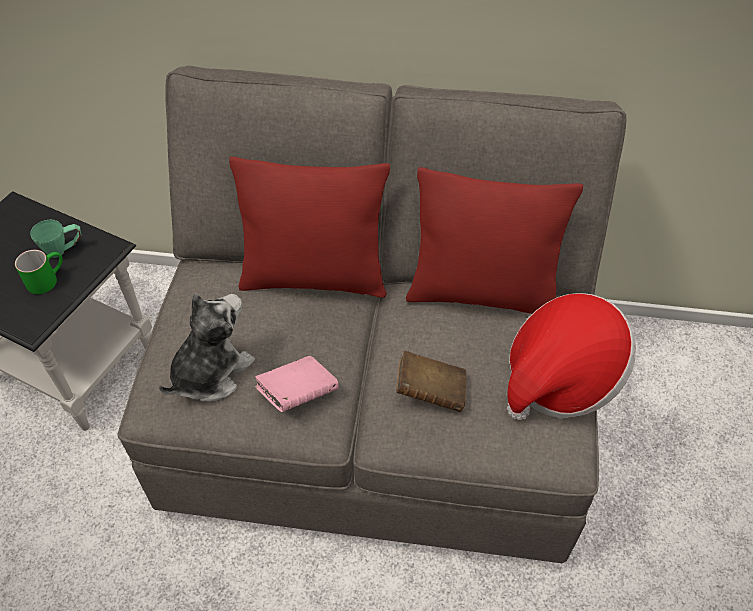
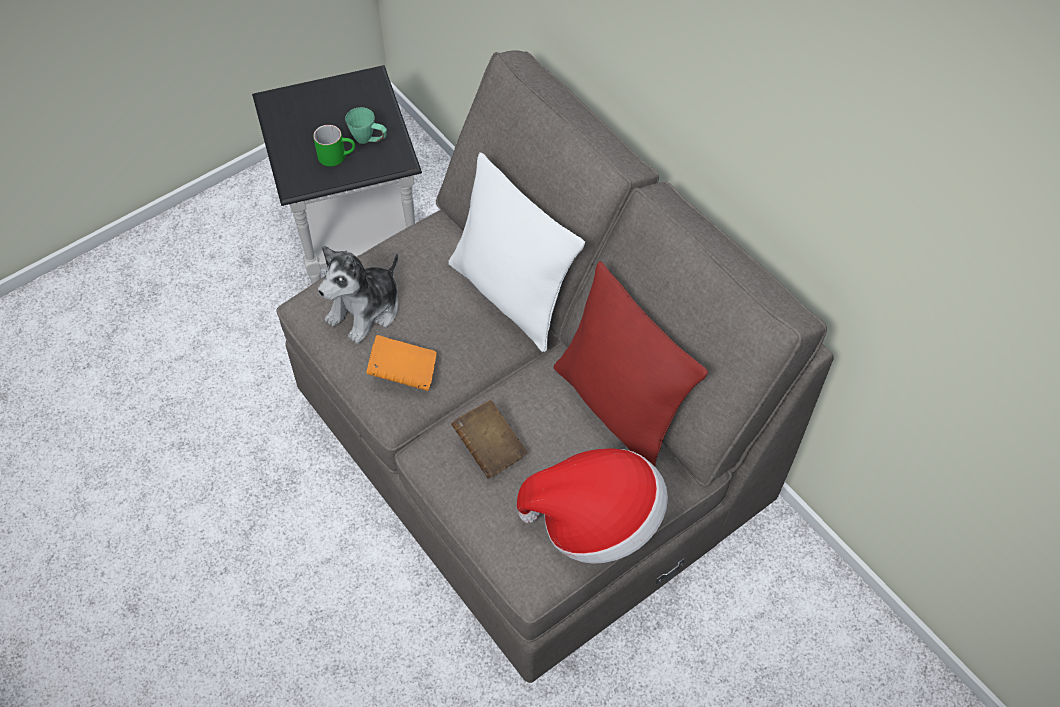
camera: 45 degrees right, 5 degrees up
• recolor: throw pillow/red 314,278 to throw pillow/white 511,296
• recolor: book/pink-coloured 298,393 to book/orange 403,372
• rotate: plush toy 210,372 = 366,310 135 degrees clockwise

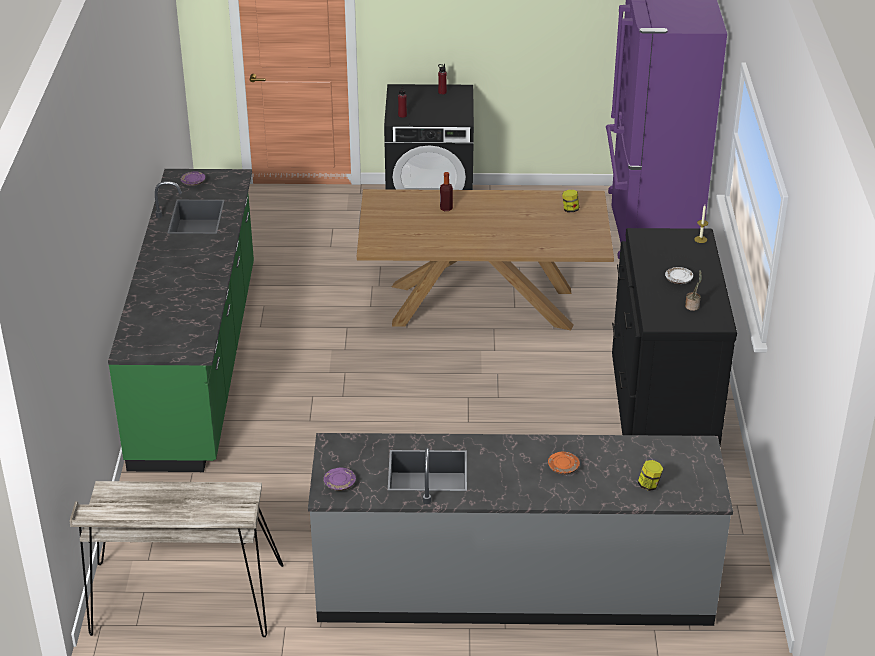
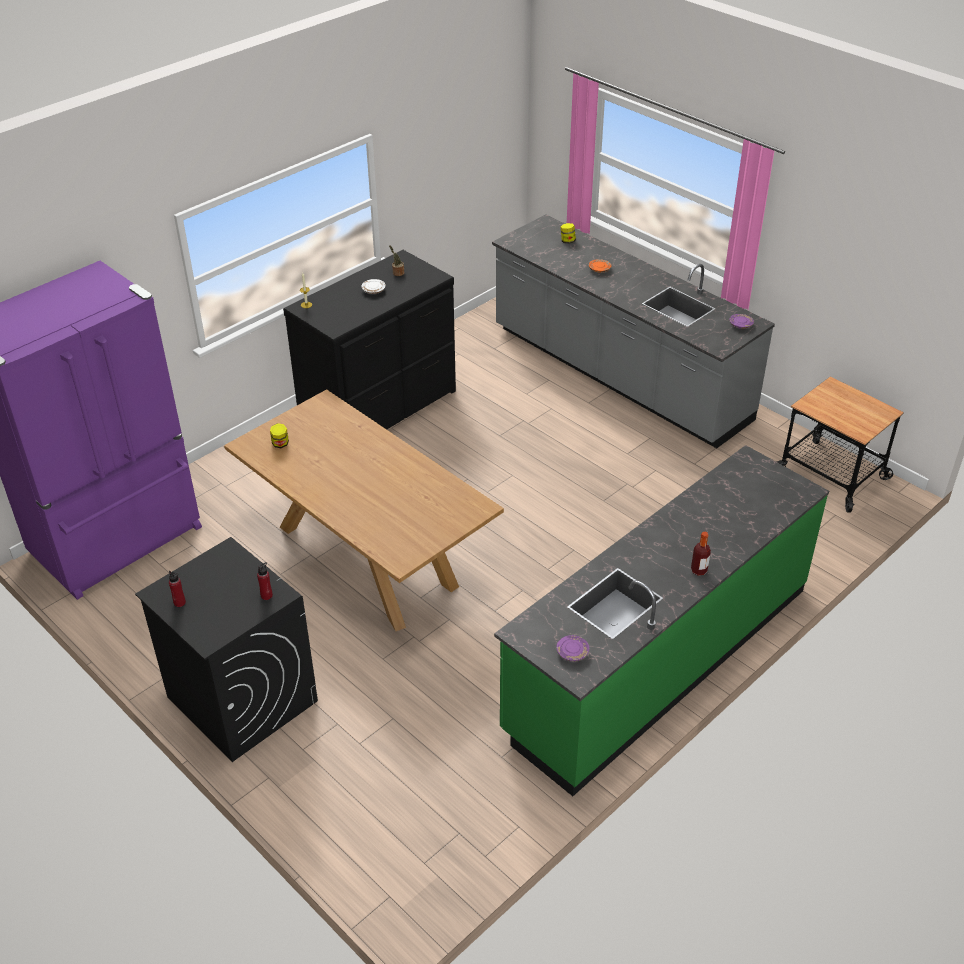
camera: 135 degrees left, 5 degrees up
• move: drink bottle 446,208 to 699,570
• replace: desk/beige 183,602 to wheeled cart 831,475

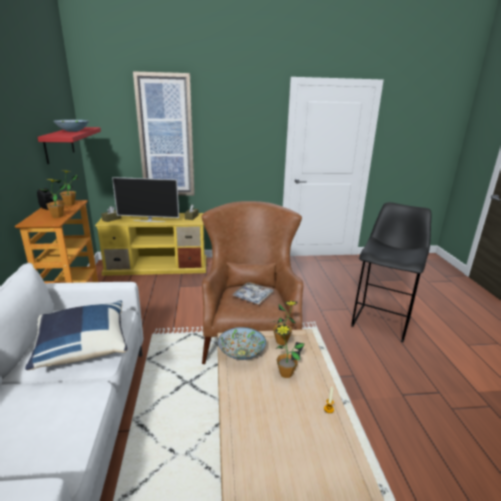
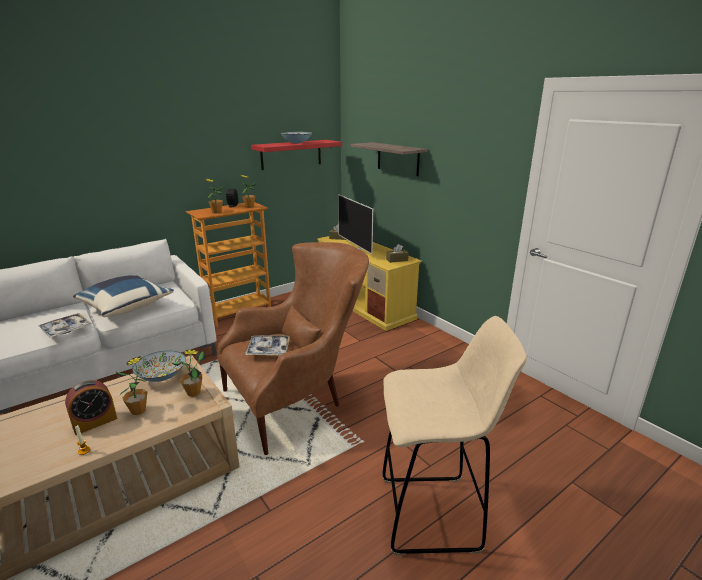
camera: 60 degrees right, 0 degrees up
• insert: serving tray 66,329
• insert: bedside clock 95,422
• replace: wall art 166,137 to shelf 398,159
• recolor: stool seat/blackish 381,321 to stool seat/beige 433,513

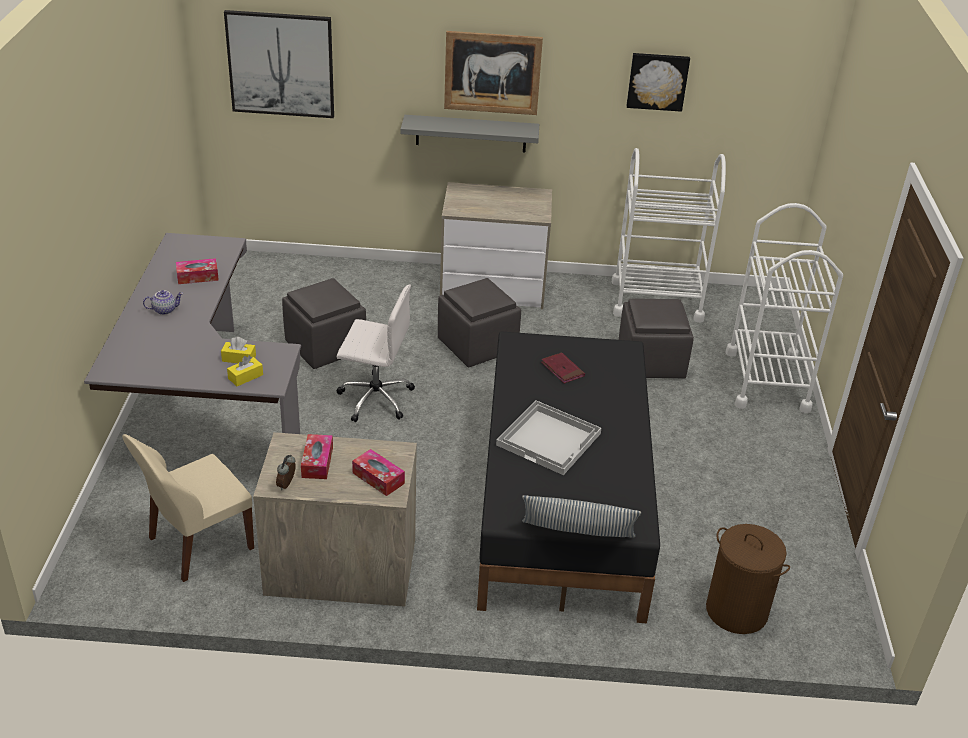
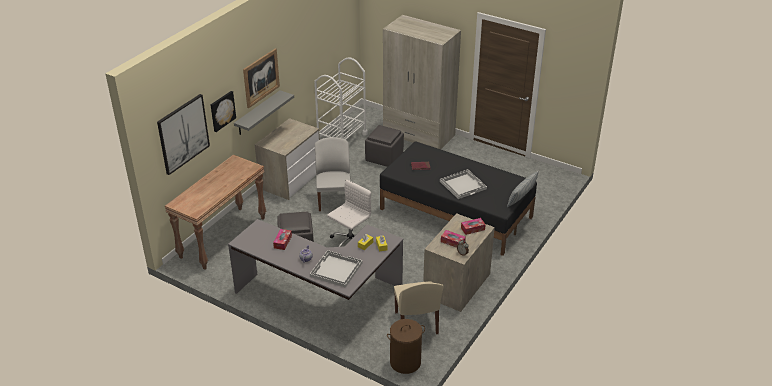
camera: 60 degrees left, 0 degrees up
• insert: console table/brown 223,237
• insert: serving tray/white 335,270
• move: wall art 657,81 to 222,110
• move: laundry basket/brown 737,611 to 405,362
• replace: pouffe/gray 478,346 to chair/white 334,200
• replace: wheeled cart/white 767,381 to armoire/beige 419,134

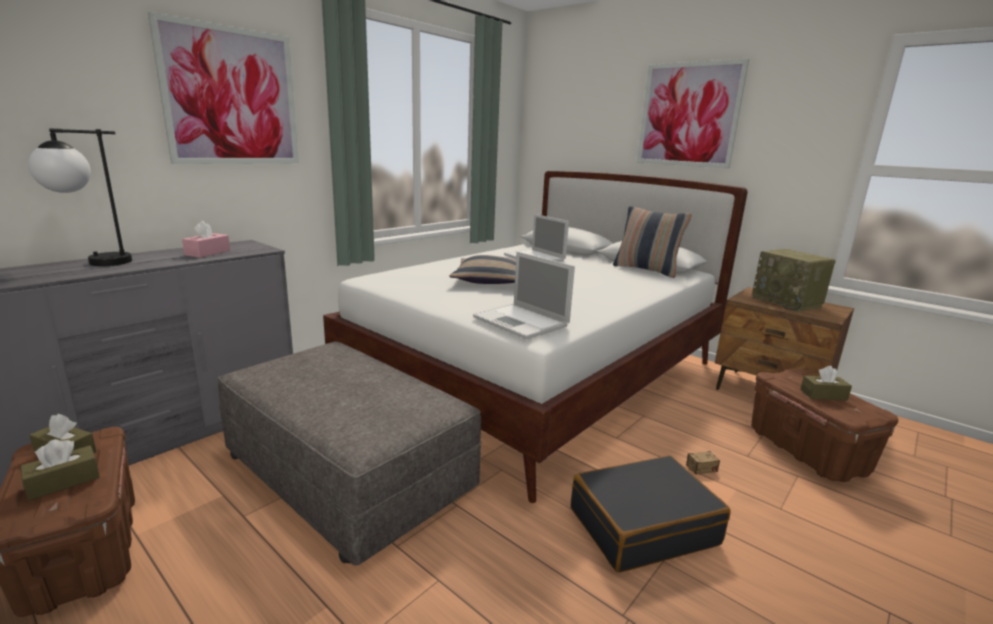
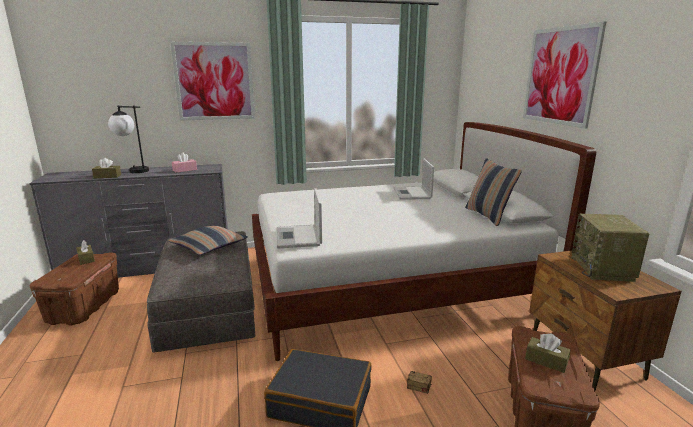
camera: 35 degrees right, 0 degrees up
• move: box of tissues/brown 63,482 to 107,176
• move: throw pillow 490,280 to 209,247

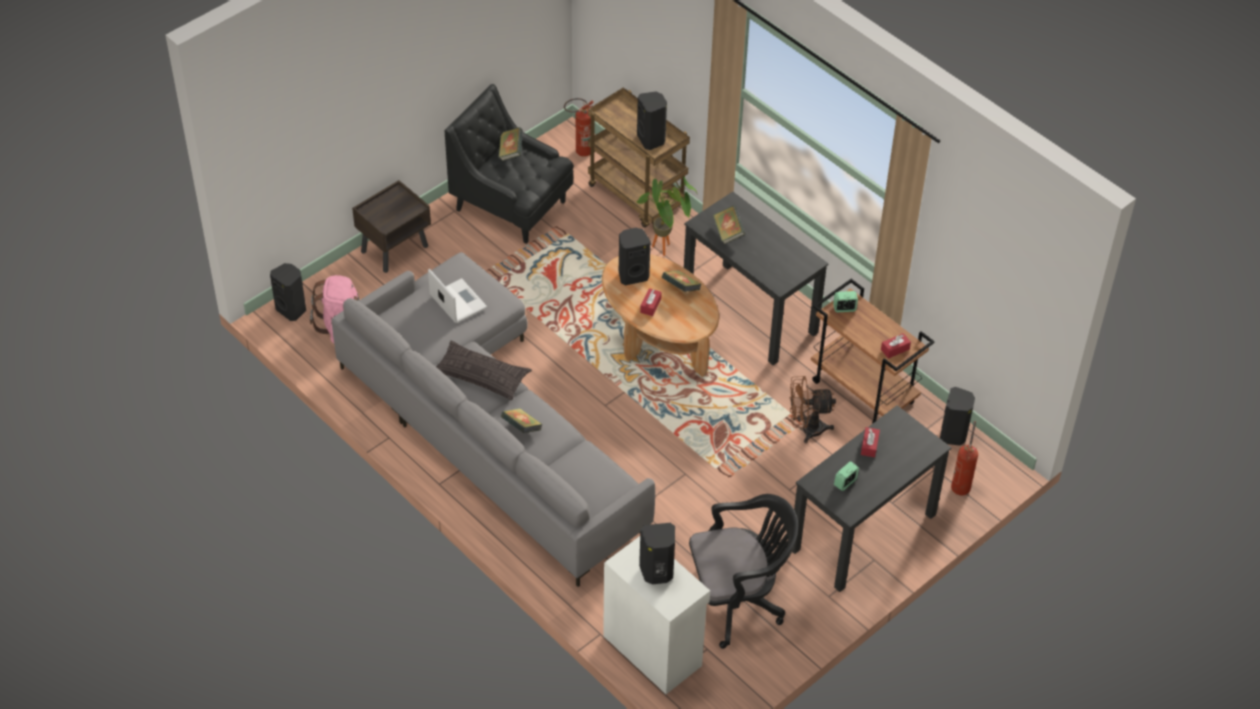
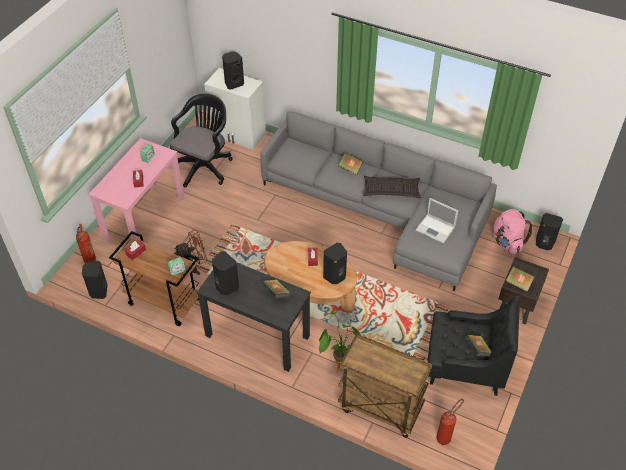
camera: 160 degrees right, 0 degrees up
• move: speaker/blackish 652,139 to 226,287
• move: book 681,288 to 518,283
• recolor: desk/blackish 862,532 to desk/pink-coloured 144,218
• rotate: computer chair/blackish 736,601 = 204,166 150 degrees clockwise

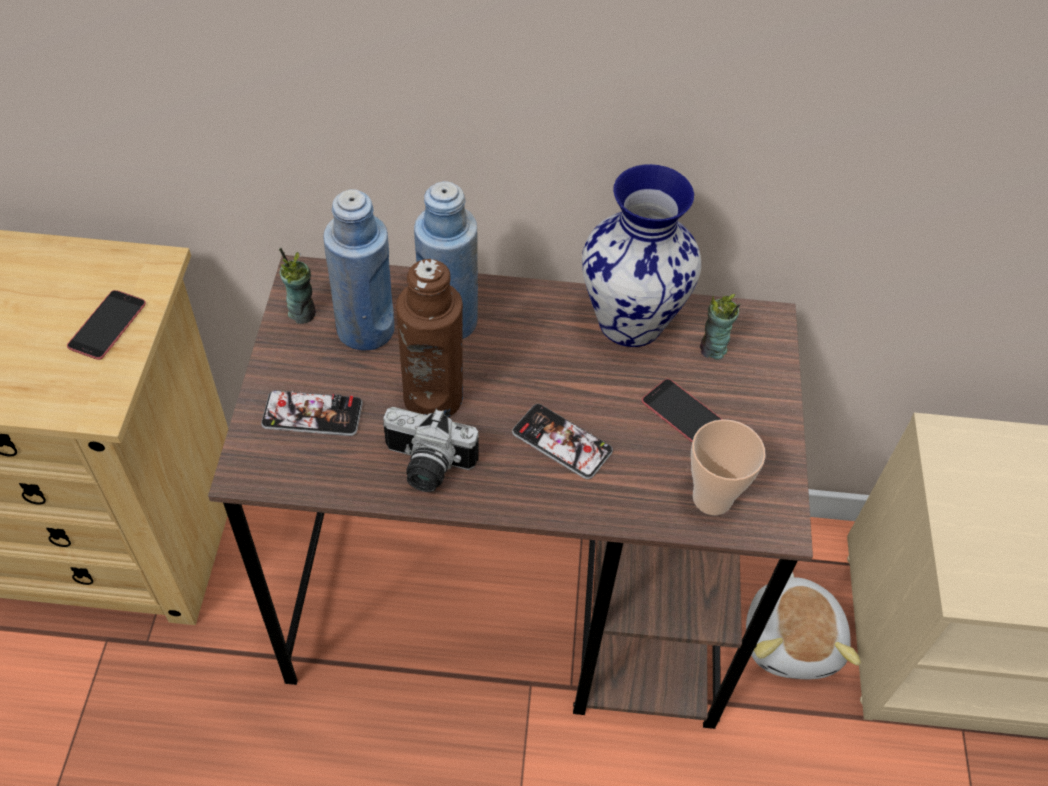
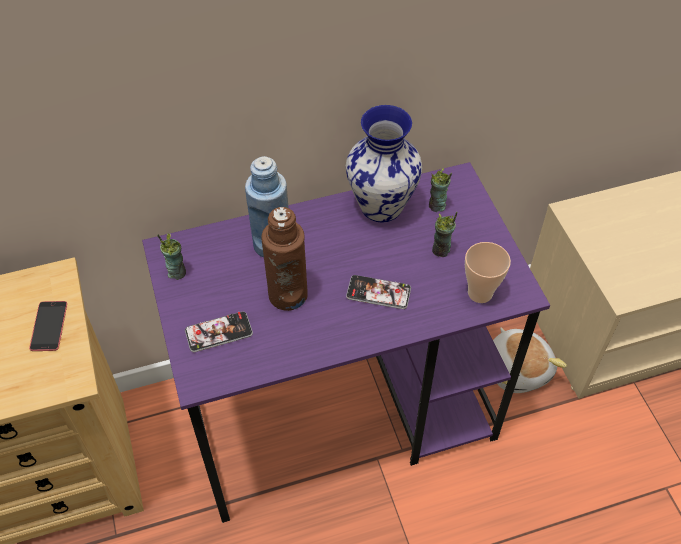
camera: 20 degrees left, 0 degrees up
• delete: drink bottle/blue 366,329
• delete: still camera 426,467
• replace: phone 685,415 to drinking cup 441,250
• recolor: desk/brown 514,600 to desk/purple 343,411

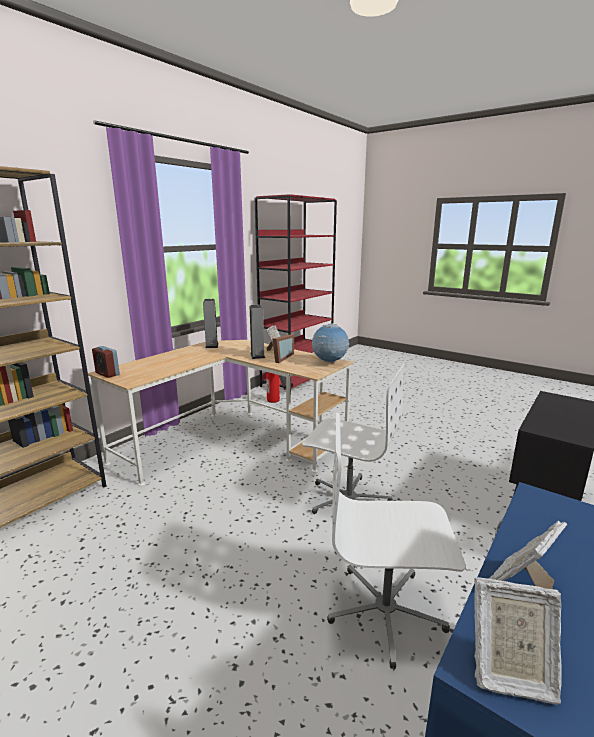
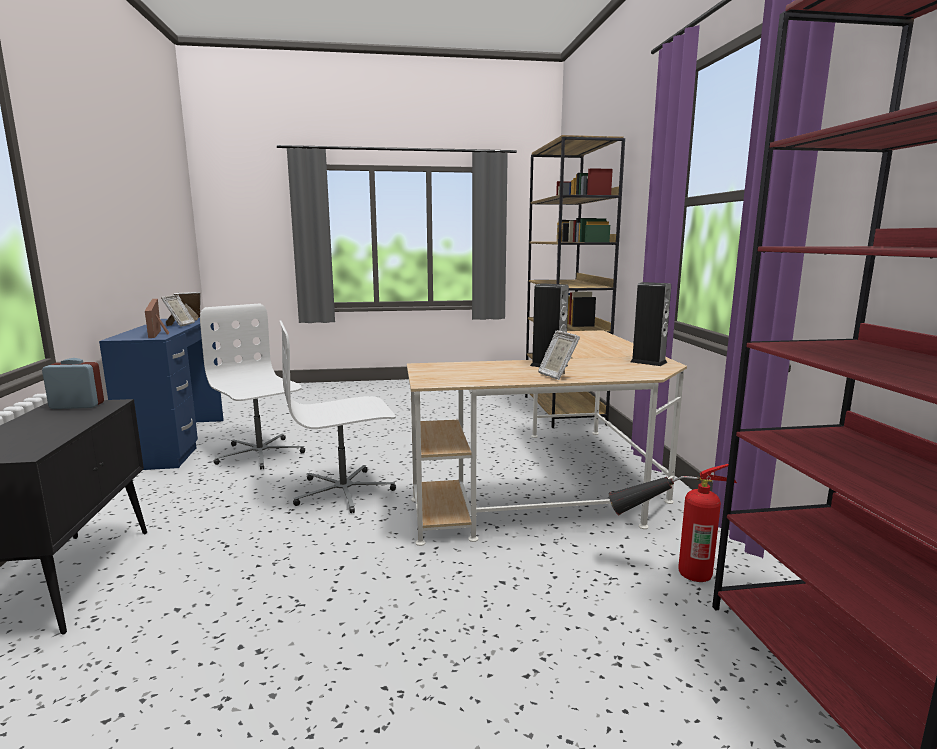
camera: 135 degrees right, 5 degrees down
• delete: world globe 329,362
• move: bedside clock 107,374 to 77,406
• move: standing frame 280,358 to 160,333
• rotate: computer chair/white 386,611 = 259,454 90 degrees counterclockwise

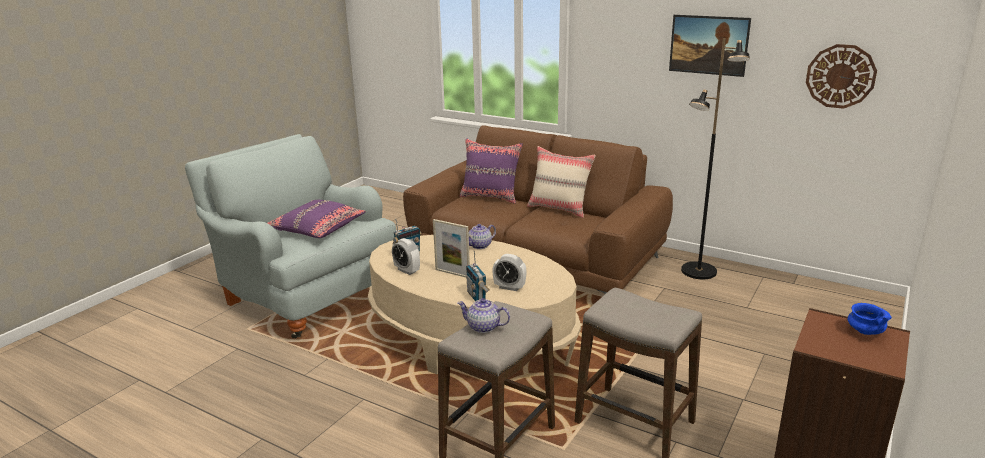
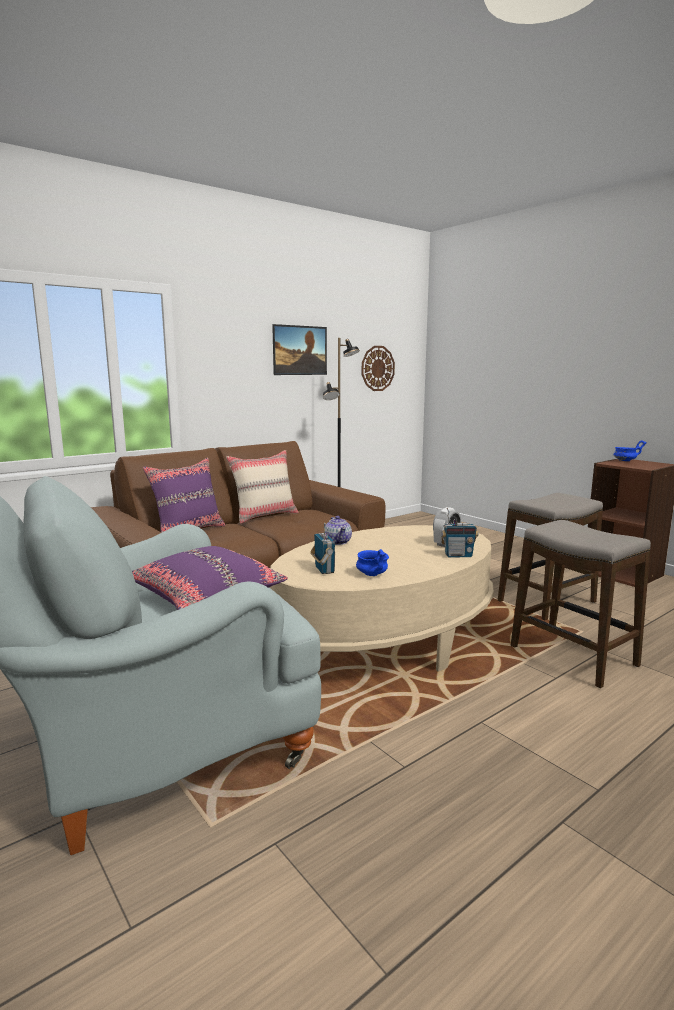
camera: 70 degrees left, 10 degrees down
• delete: standing frame 452,273
• delete: tea pot 484,327
• replace: bedside clock 407,270 to bowl/blue 373,574

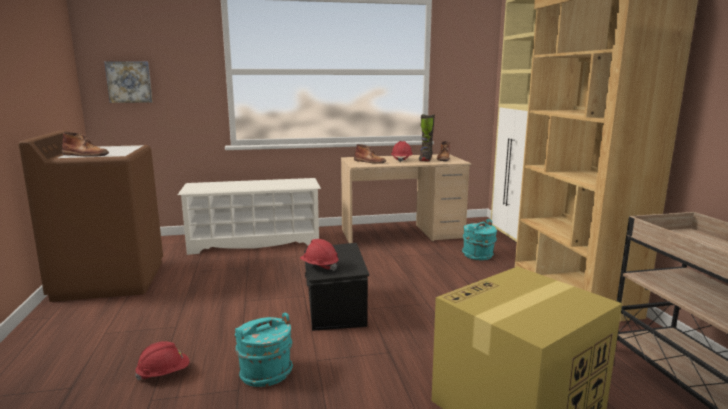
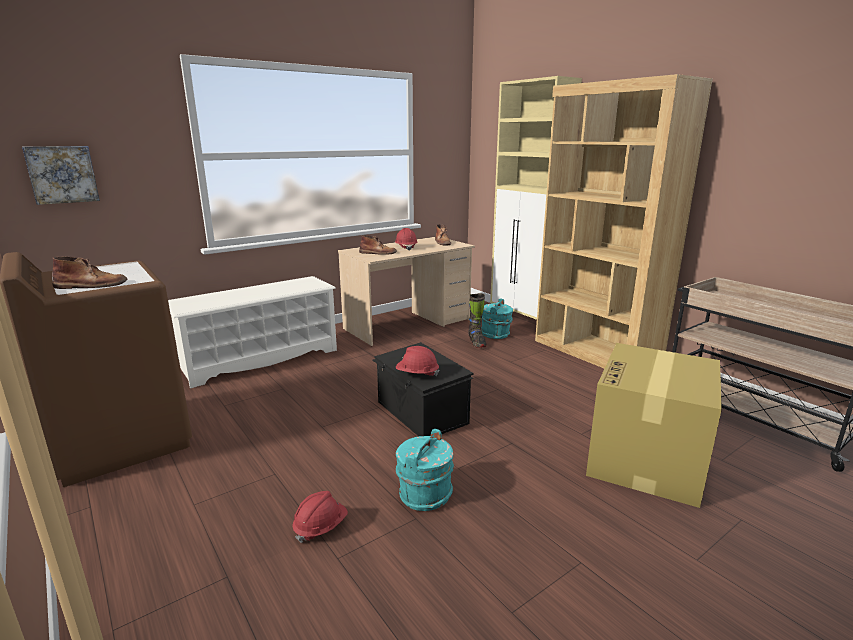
camera: 25 degrees left, 5 degrees up
• move: tall boot/blackish 425,160 to 476,343

